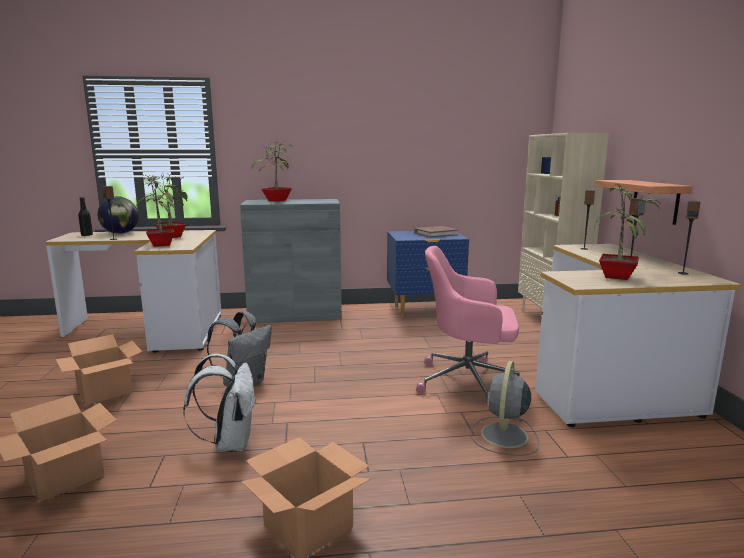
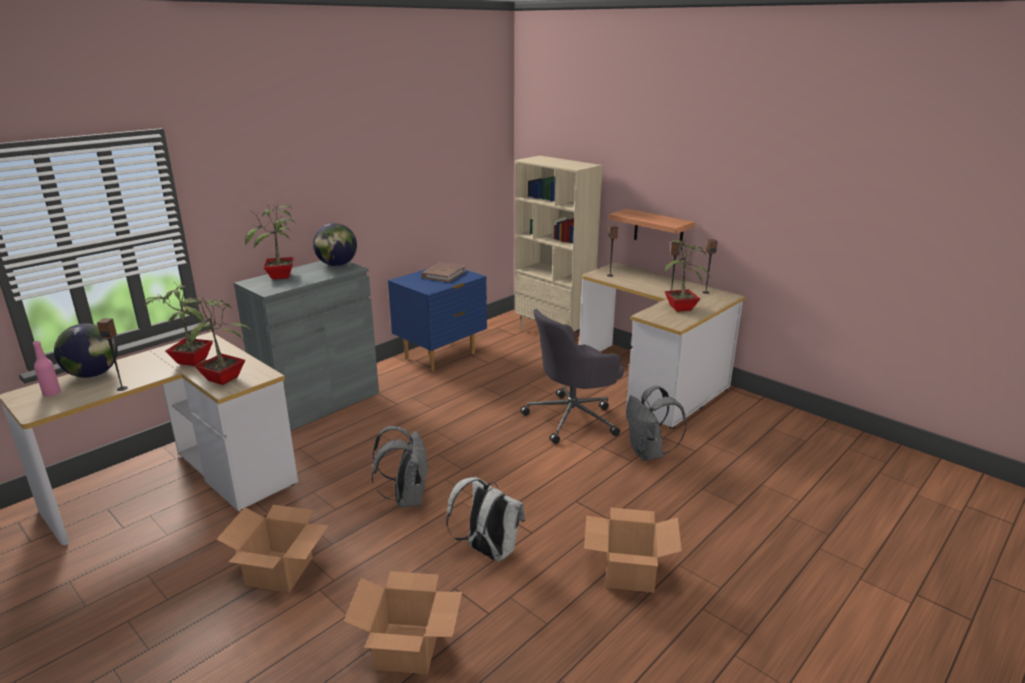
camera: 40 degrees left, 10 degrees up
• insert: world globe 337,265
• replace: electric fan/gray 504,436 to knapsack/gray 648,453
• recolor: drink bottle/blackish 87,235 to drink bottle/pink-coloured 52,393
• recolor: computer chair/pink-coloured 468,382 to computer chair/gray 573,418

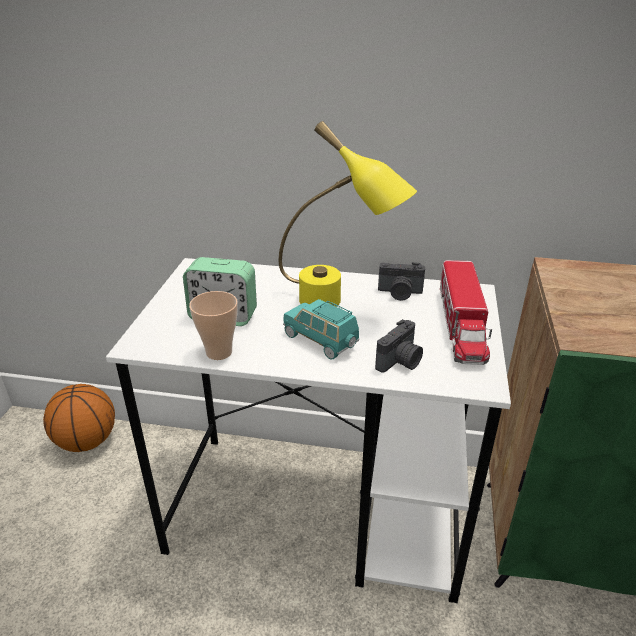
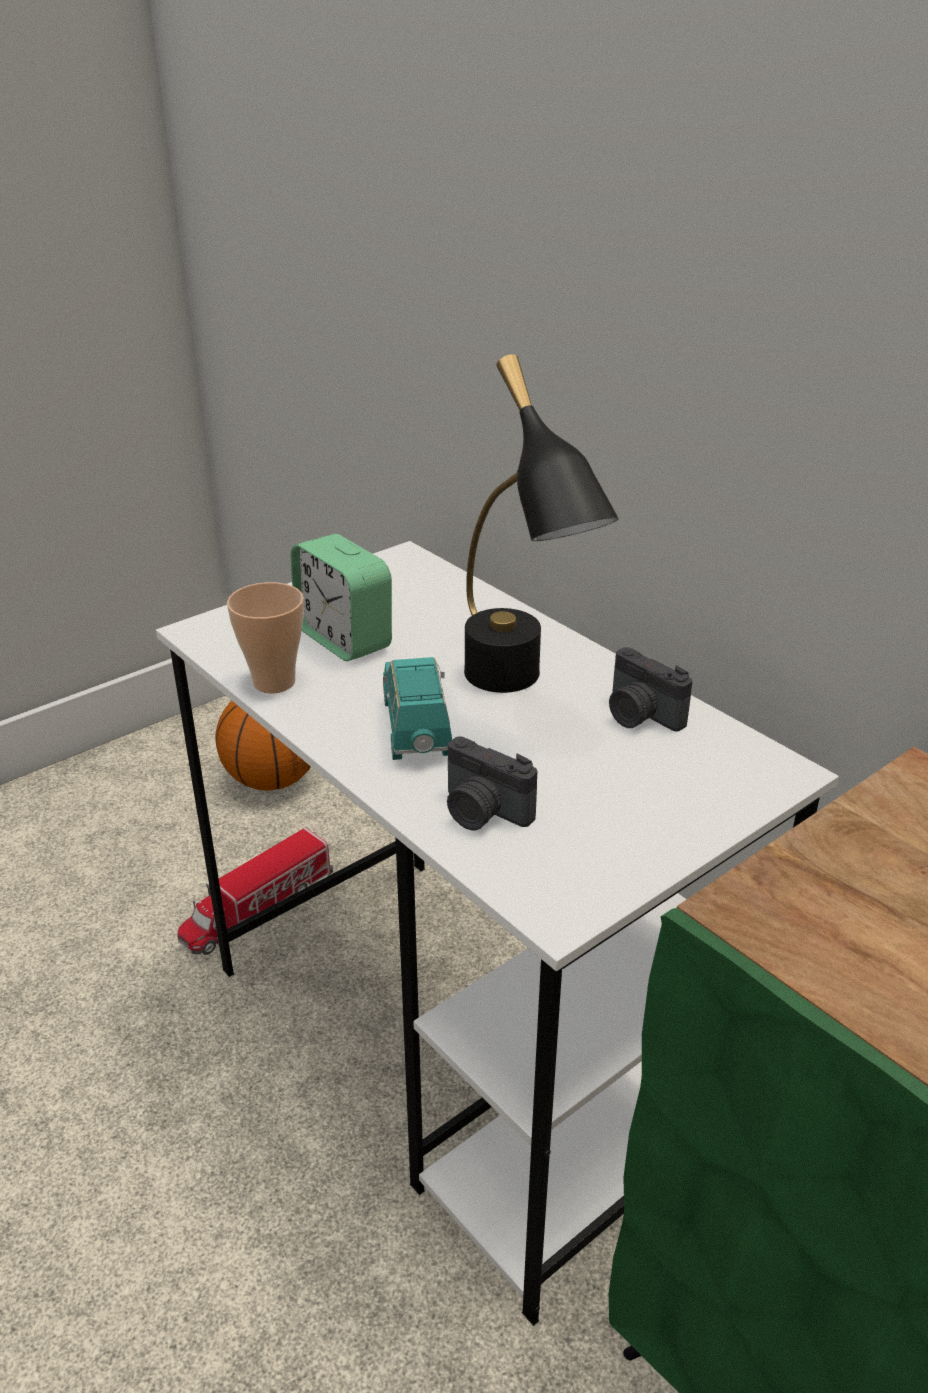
camera: 40 degrees right, 0 degrees up
• move: toy truck 461,326 to 258,908
• recolor: lamp for a table/yellow 339,305 to lamp for a table/blackish 518,691
• rotate: still camera 400,362 = 482,812 45 degrees clockwise

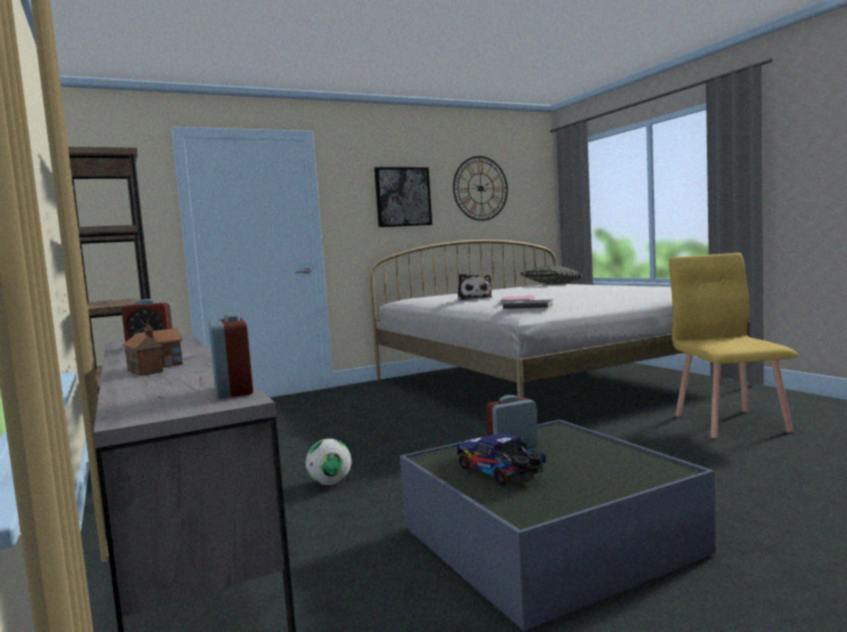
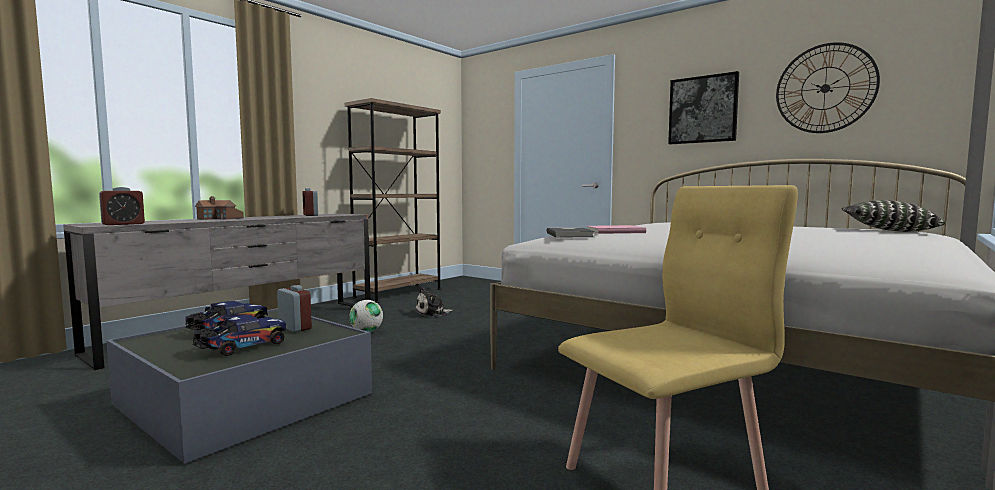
camera: 65 degrees right, 0 degrees up
• insert: toy truck 241,348
• move: plush toy 474,299 to 433,313

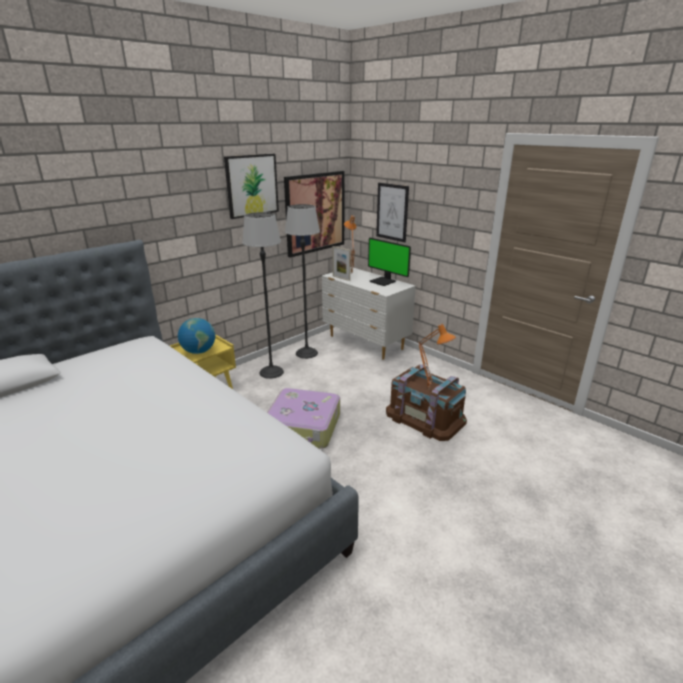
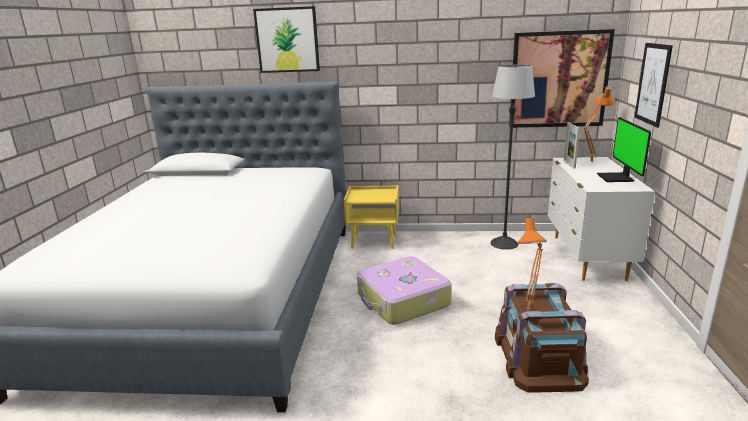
camera: 50 degrees right, 5 degrees down
• delete: world globe 199,351
• delete: floor lamp 271,372
• move: wall art 251,185 to 287,40

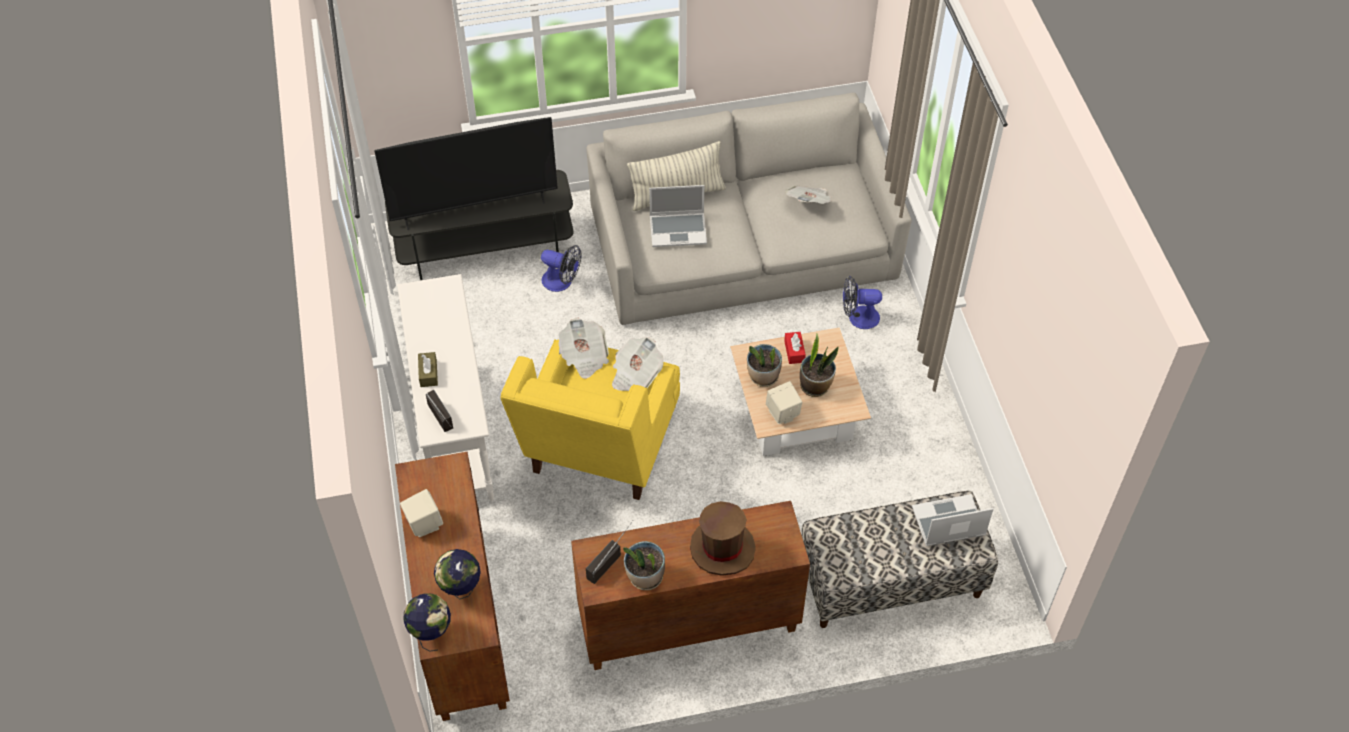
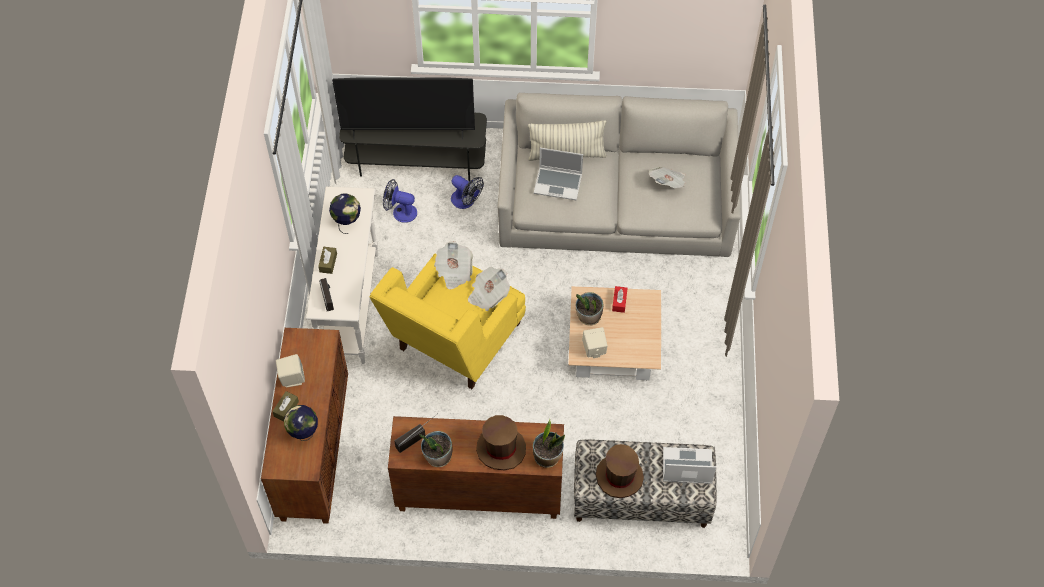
camera: 15 degrees right, 5 degrees up
• insert: box of tissues/brown 286,409
• insert: hat/brown 619,476
• move: world globe 431,633 to 347,222
• move: potted plant 815,386 to 547,457
• move: electric fan 858,317 to 400,212

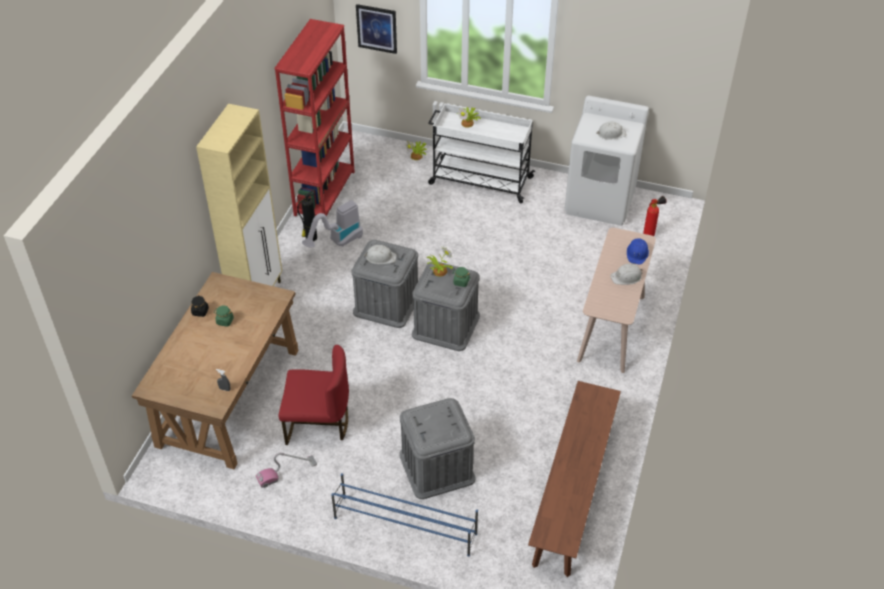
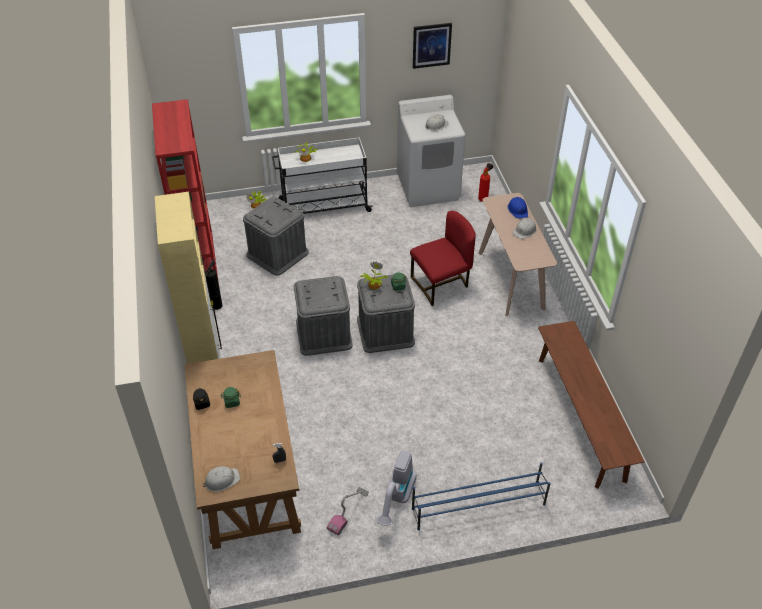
camera: 30 degrees left, 0 degrees up
• move: chair/red 318,424 to 441,284
• move: vacuum 337,242 to 397,499
• move: wall art 377,28 to 431,45
• move: work helmet/white 380,257 to 221,480
• move: storage bin/gray 437,467 to 277,253

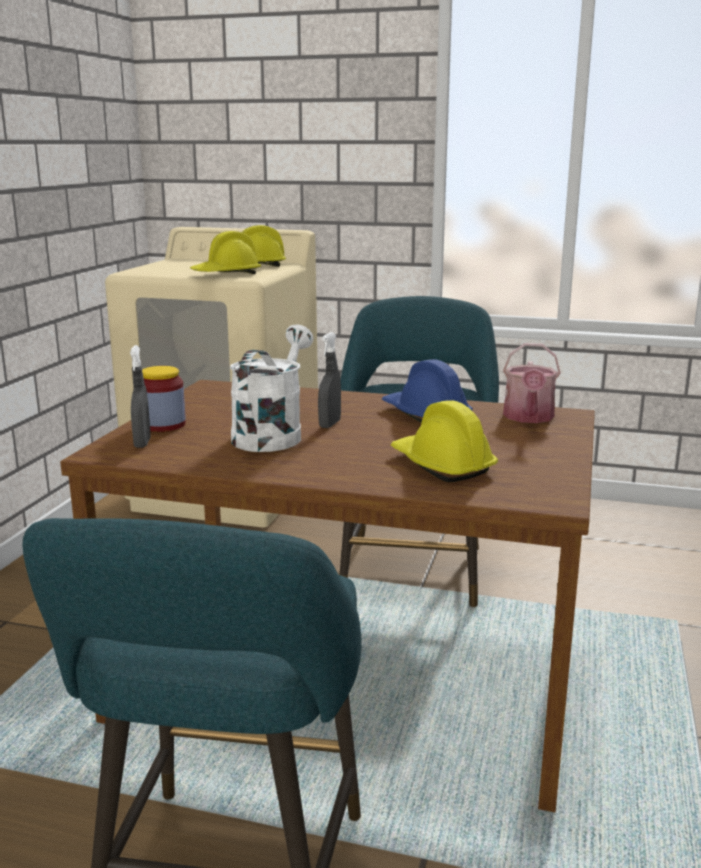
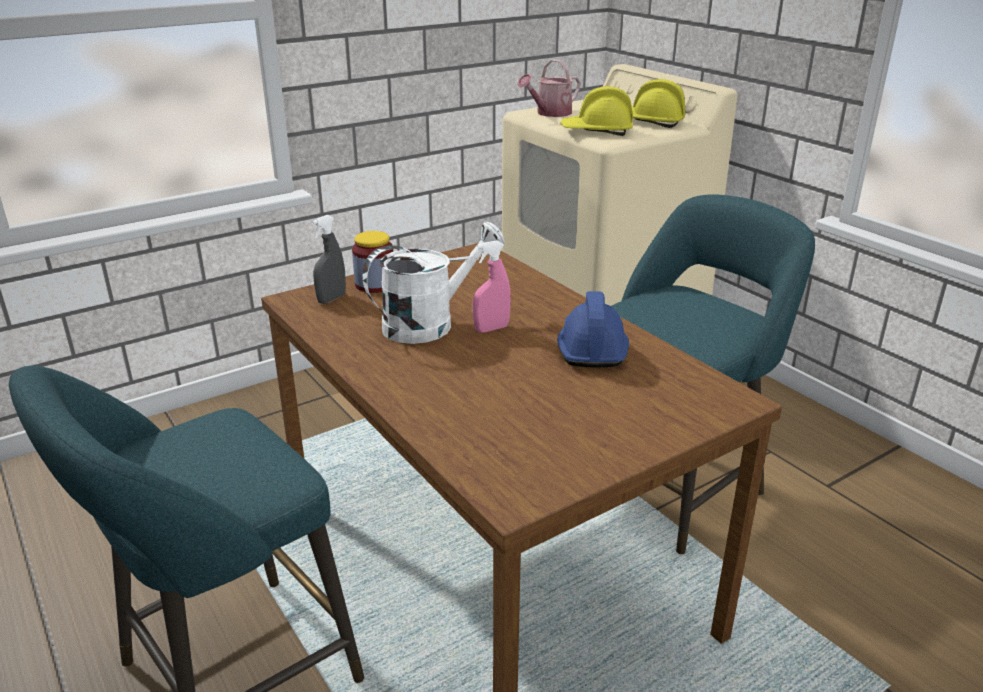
camera: 40 degrees right, 10 degrees up
• delete: work helmet/yellow 441,465
• move: watering can 528,418 to 550,113
• recolor: sprayer/gray 330,424 to sprayer/pink-coloured 491,329

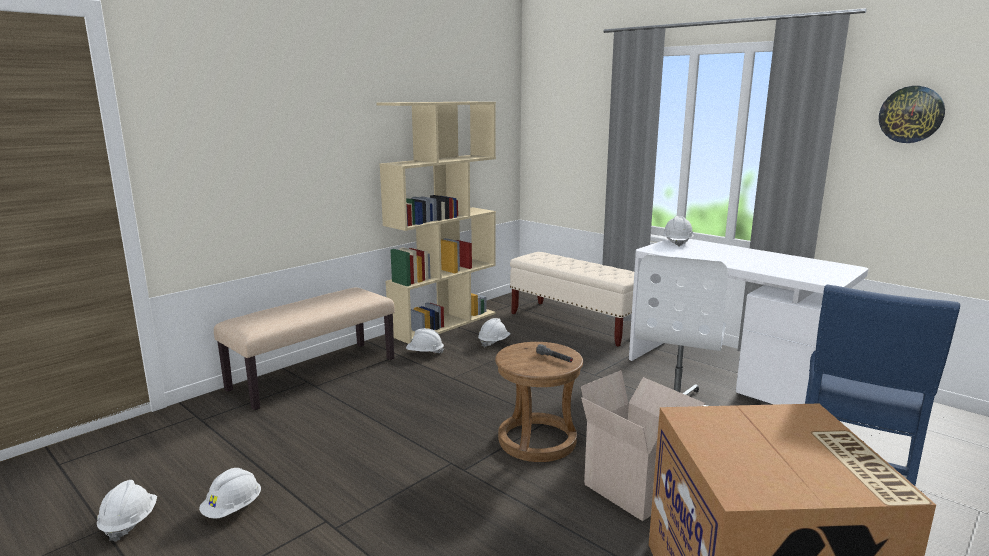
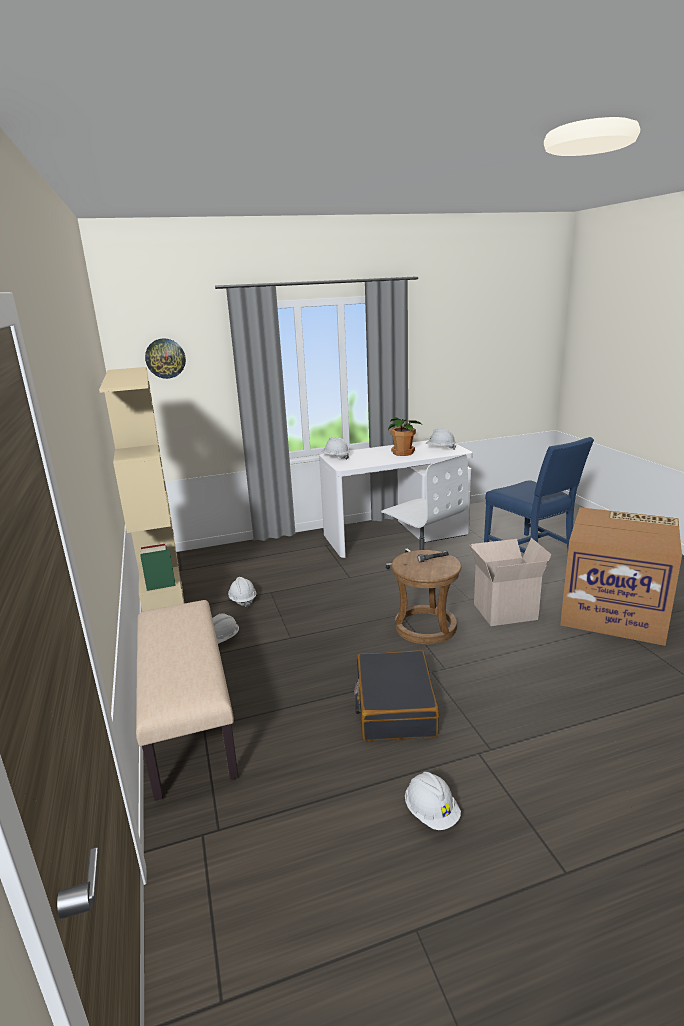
camera: 60 degrees left, 5 degrees up
• delete: bench/beige 576,323
• insert: travel case/blackish 394,707
• insert: potted plant 403,453
• move: work helmet/white 129,522 to 440,448
• move: clock on the wall 911,114 to 165,358

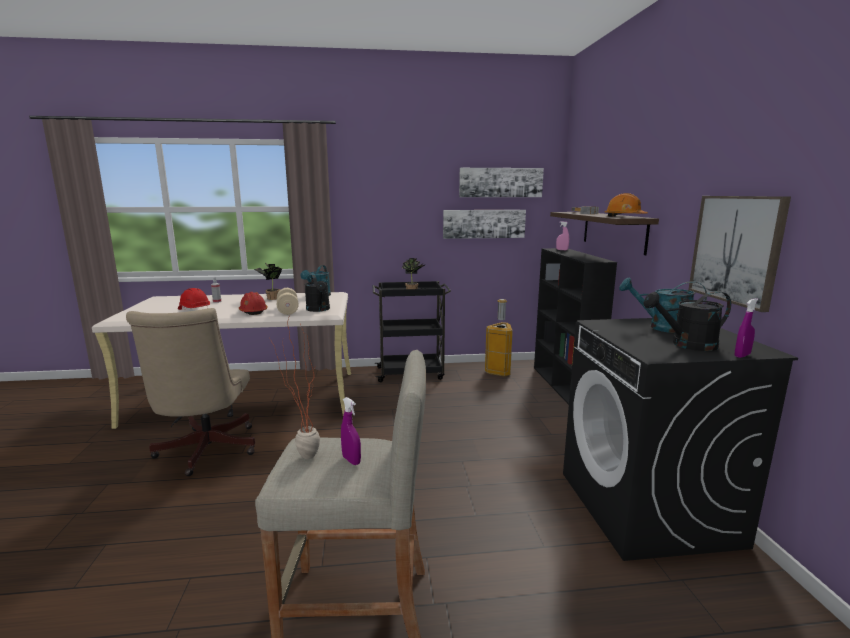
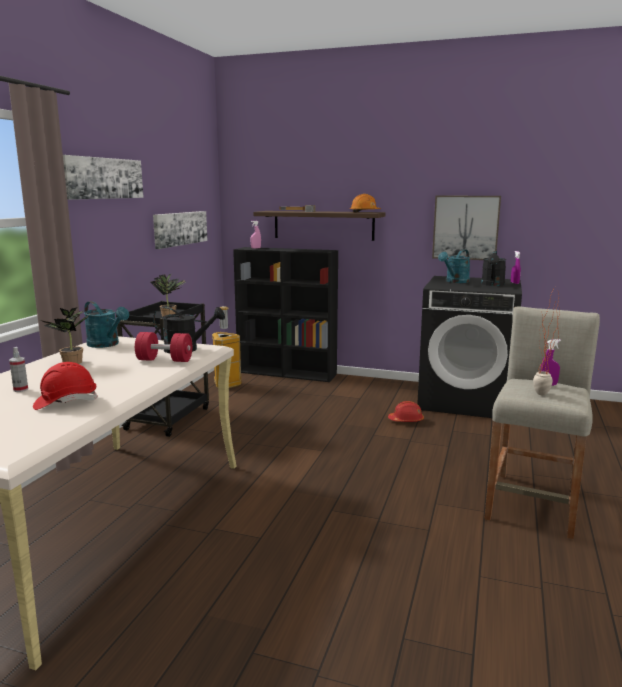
camera: 65 degrees left, 0 degrees up
• delete: computer chair/beige 205,452
• move: work helmet/red 253,311 to 406,420
• move: wall art 500,182 to 103,178
• recolor: dumbbell/beige 288,310 to dumbbell/red 164,360

